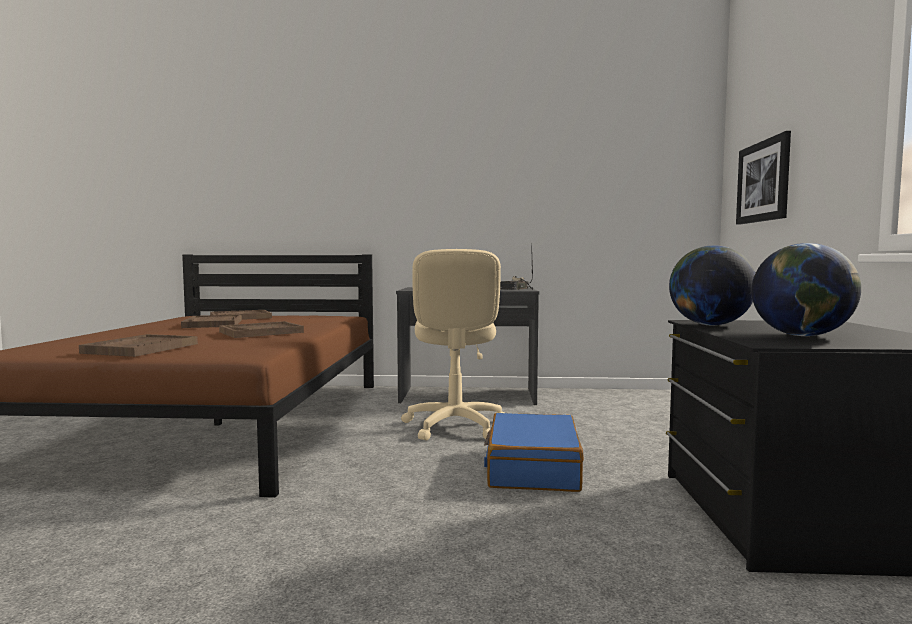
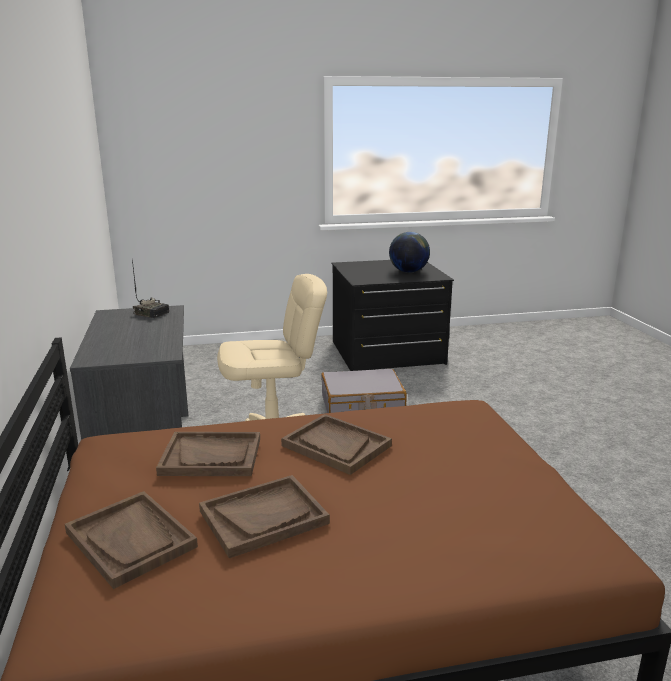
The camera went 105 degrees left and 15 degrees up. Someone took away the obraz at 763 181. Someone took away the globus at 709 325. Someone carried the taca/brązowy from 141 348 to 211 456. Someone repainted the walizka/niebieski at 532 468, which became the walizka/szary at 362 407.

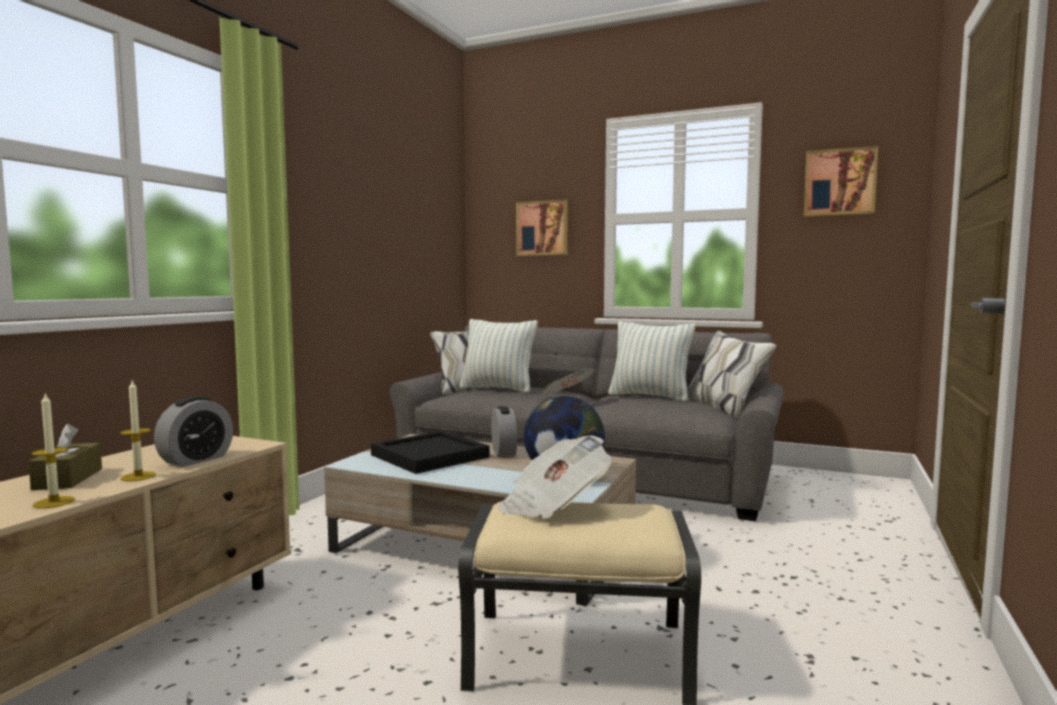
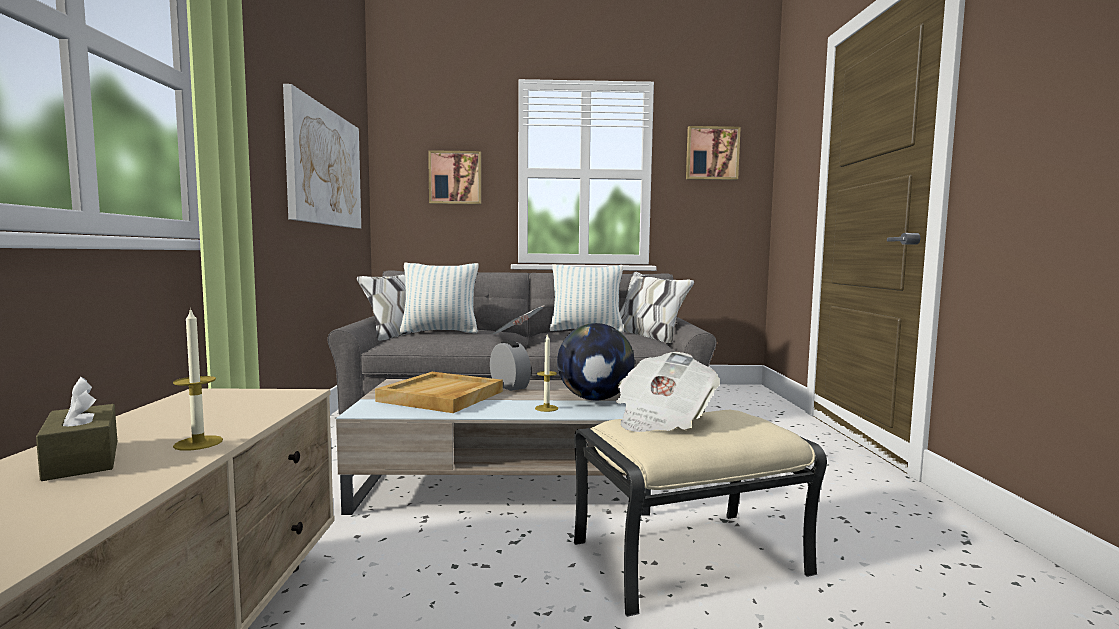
The camera went 25 degrees left and 0 degrees up. Someone carried the świeca from 54 502 to 546 408. Someone took away the budzik at 196 460. Someone repainted the taca/czarny at 429 456, which became the taca/beżowy at 441 396. Someone put up the obraz at 324 167.

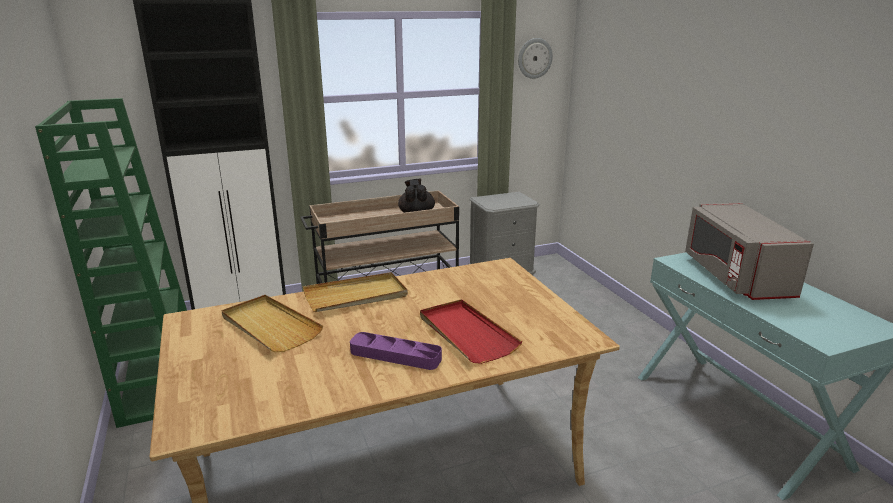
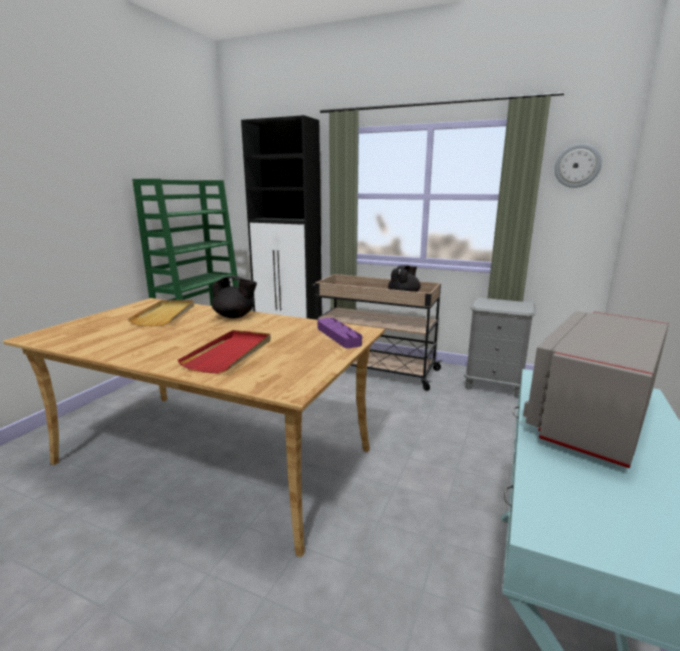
The camera went 45 degrees right and 5 degrees down. Someone swapped the taca/beżowy at 356 296 for the imbryk/czarny at 235 316. Someone carried the taca/fioletowy from 395 355 to 338 336.

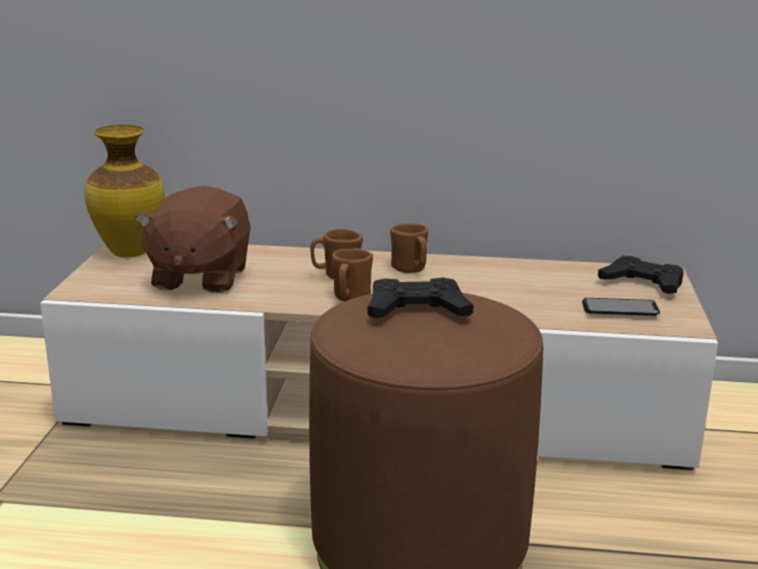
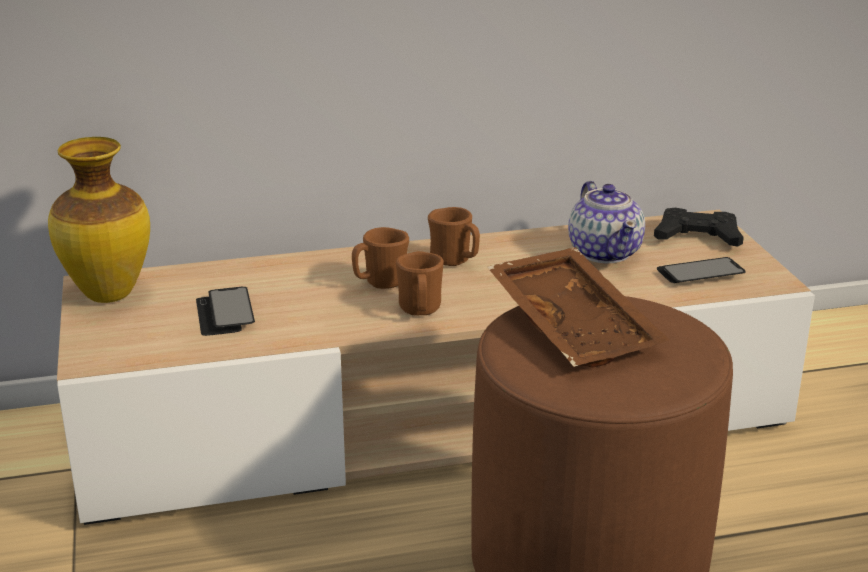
The camera went 20 degrees left and 5 degrees up. Someone swapped the pluszak/brązowy at 199 277 for the telefon at 225 314. Someone swapped the pad do gier/czarny at 417 310 for the taca/brązowy at 576 326. Someone put down the imbryk at 605 252.

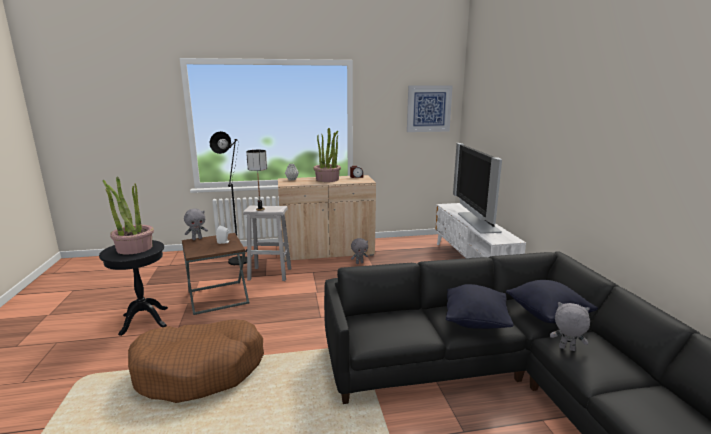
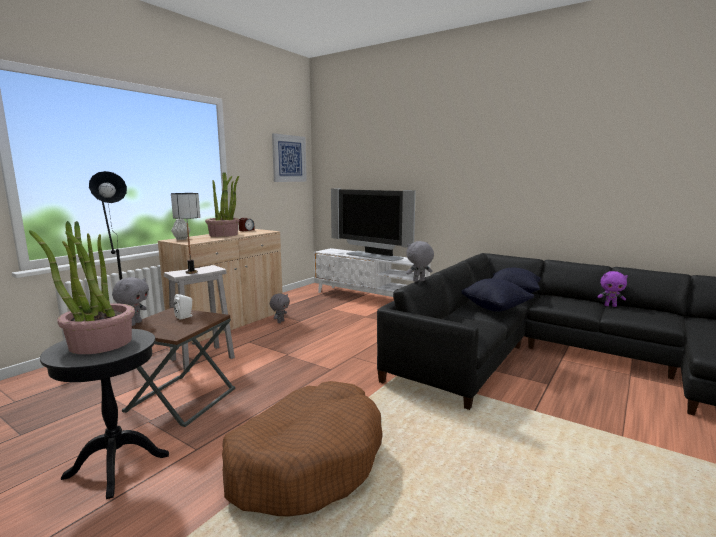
The camera went 45 degrees left and 5 degrees down. Someone carried the pluszak/szary from 566 349 to 419 281. Someone put down the pluszak/fioletowy at 610 306.

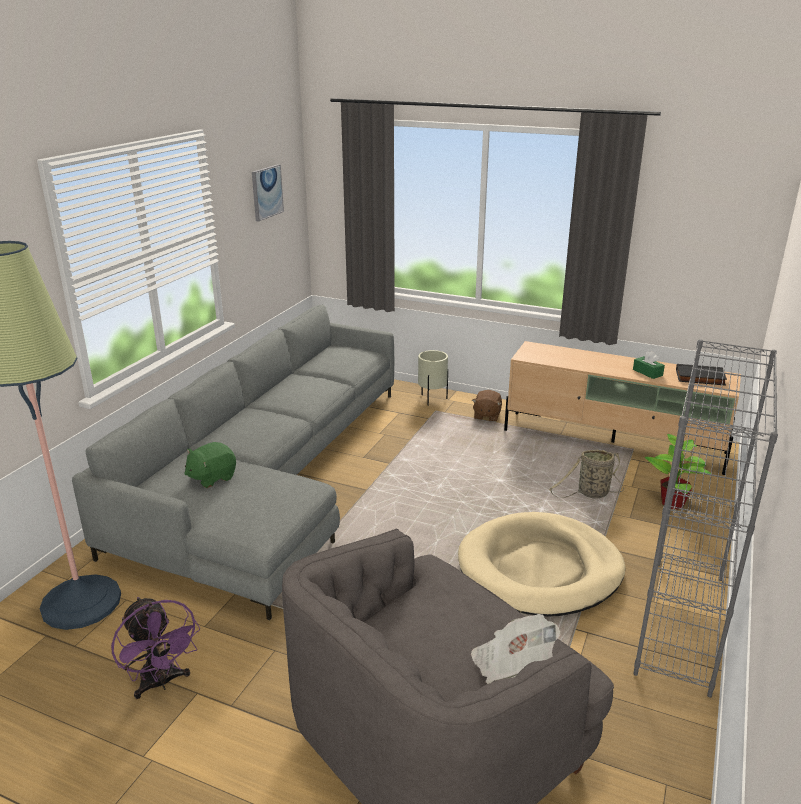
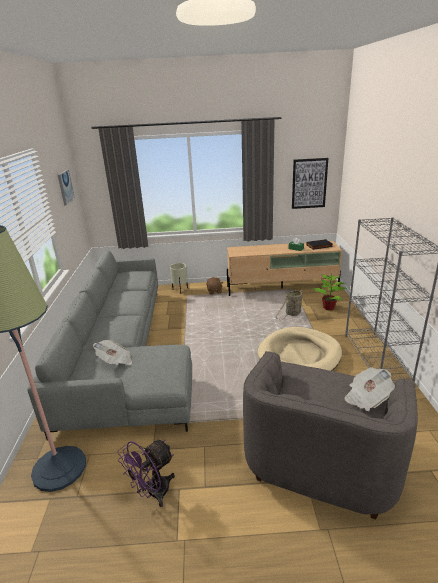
The camera went 25 degrees left and 0 degrees up. Someone swapped the pluszak/zielony at 212 477 for the gazeta at 115 361. Someone rotated the wentylator/fioletowy at 161 683 by 105 degrees clockwise. Someone put up the obraz at 309 183.

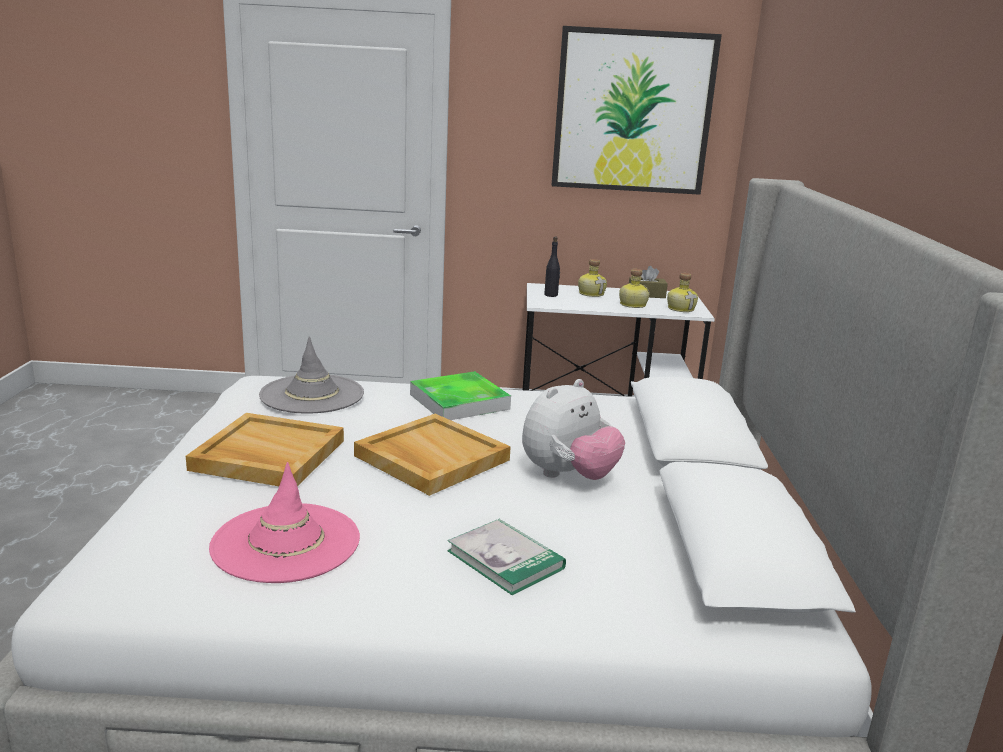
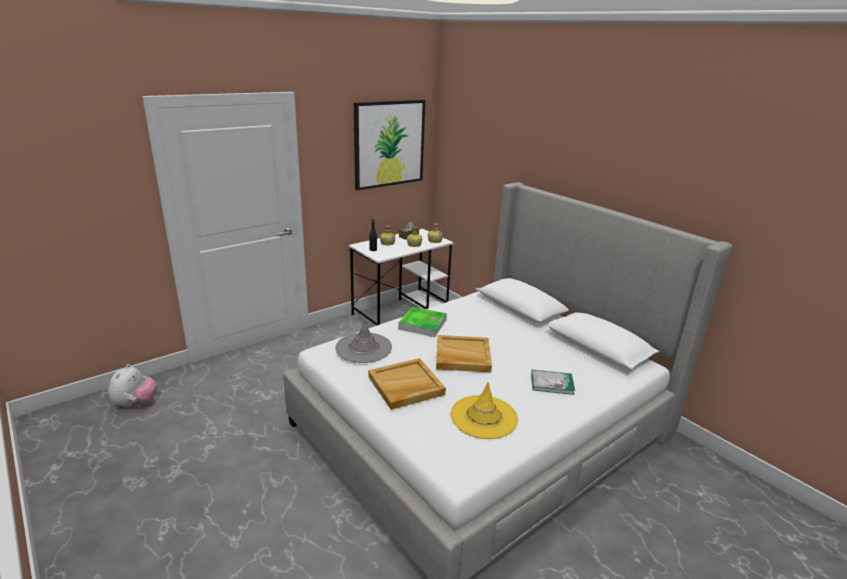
The camera went 40 degrees left and 5 degrees up. Someone carried the pluszak from 568 476 to 135 403. Someone repainted the kapelusz/różowy at 285 543, which became the kapelusz/żółty at 483 417.

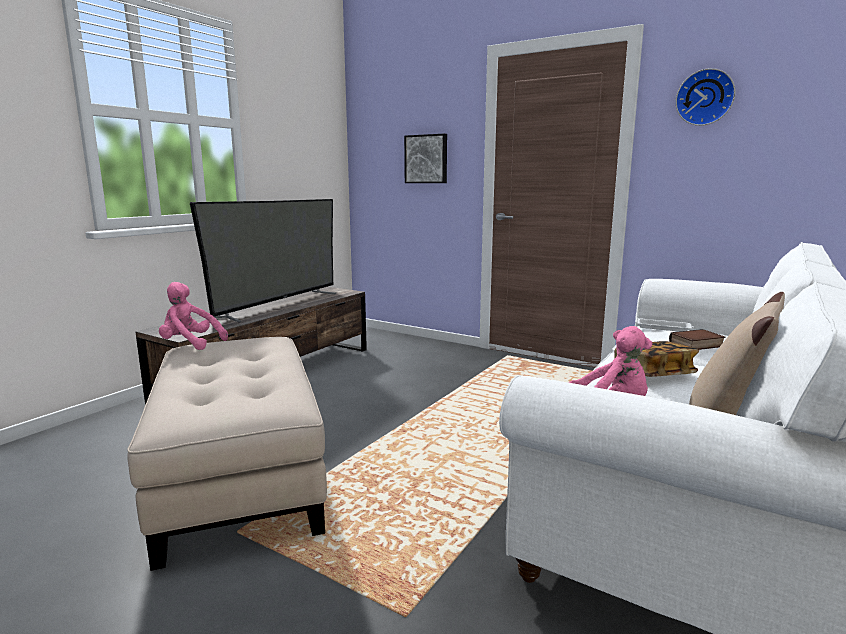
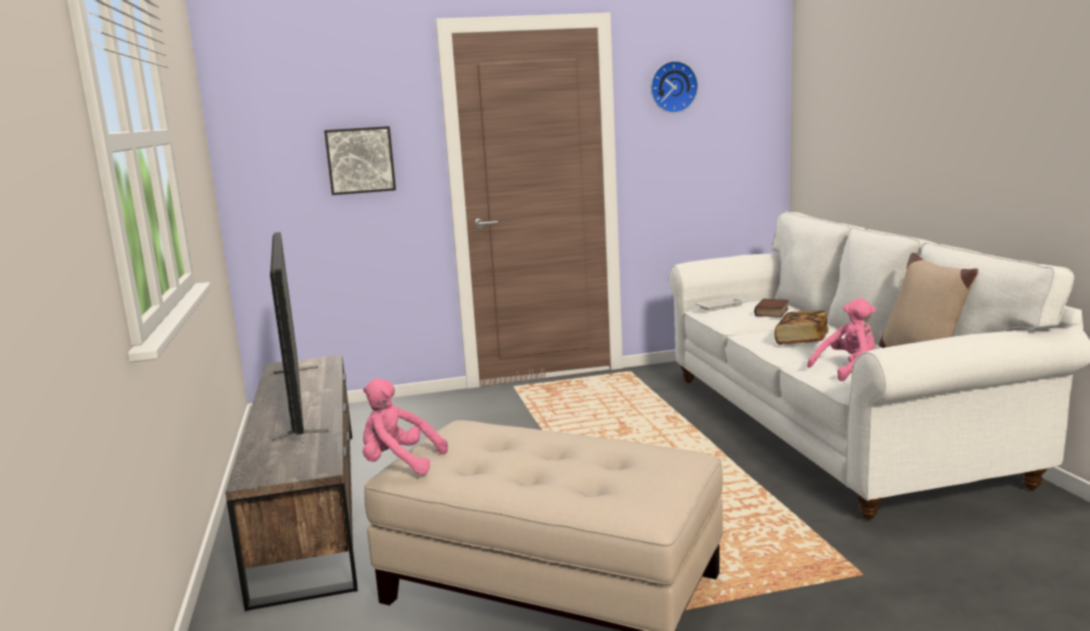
The camera went 45 degrees left and 0 degrees up. Someone rotated the pluszak/różowy at 190 344 by 45 degrees clockwise.

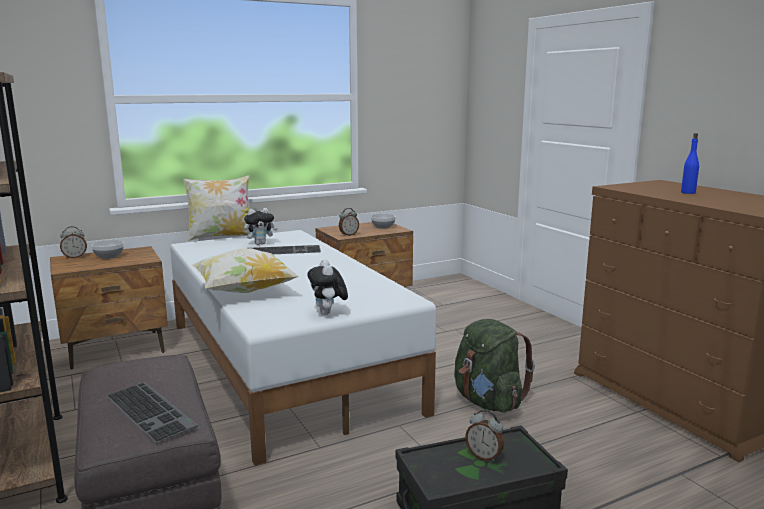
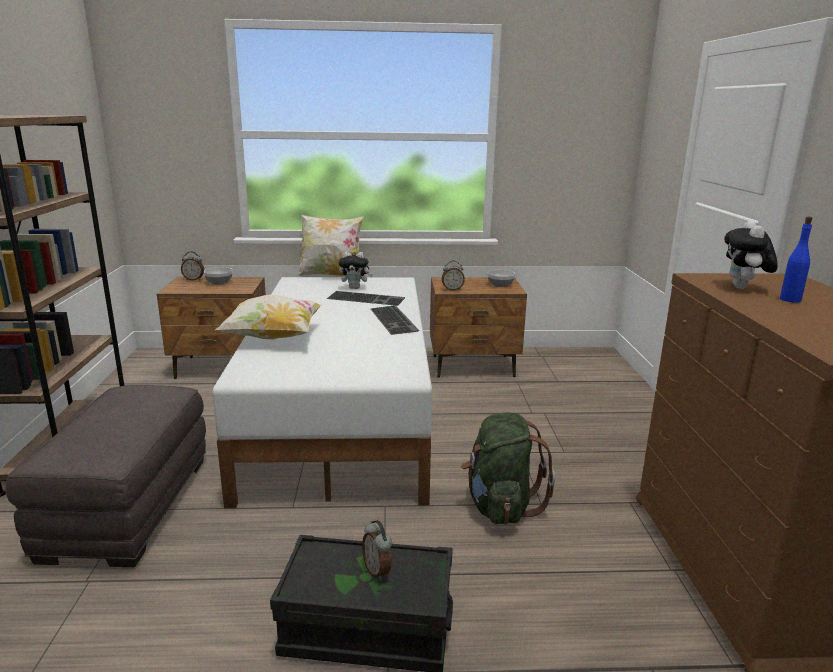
The camera went 25 degrees right and 5 degrees up. Someone carried the pluszak from 328 313 to 743 288. Someone carried the klawiatura from 152 410 to 395 320.

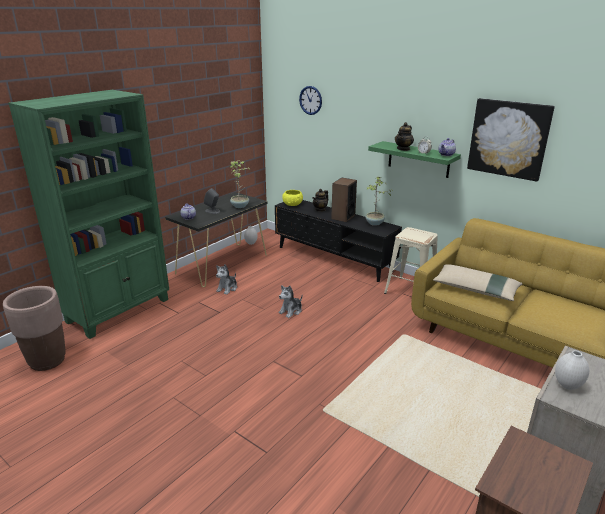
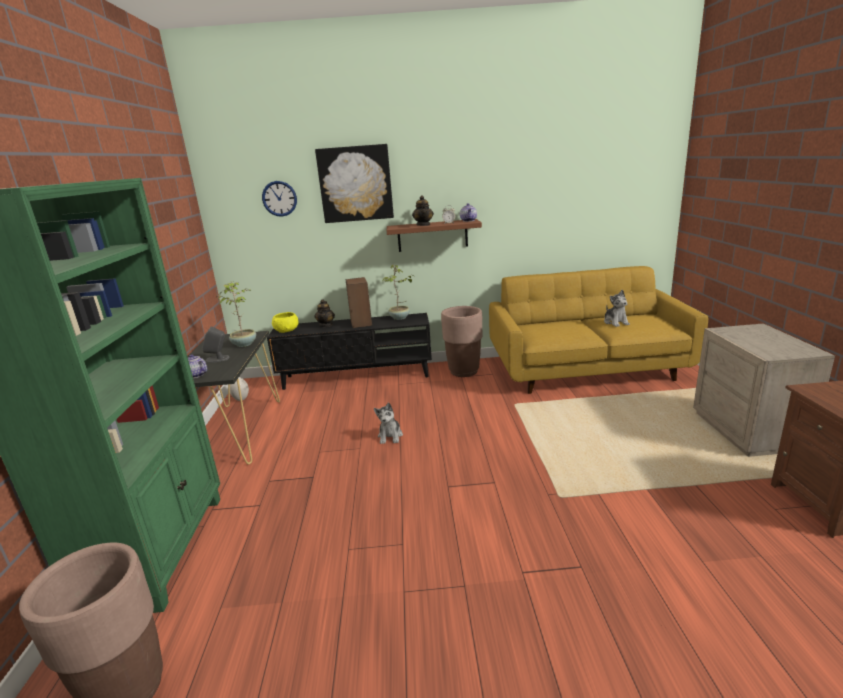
The camera went 40 degrees left and 5 degrees down. Someone carried the obraz from 508 139 to 355 184. Someone repainted the półka/zielony at 418 159, which became the półka/brązowy at 432 235. Someone swapped the stołek/beżowy at 410 290 for the donica/brązowy at 464 371. Someone carried the pluszak from 227 288 to 615 322. Someone took away the poduszka/beżowy at 475 289. Someone took away the wazon/biały at 567 385.

